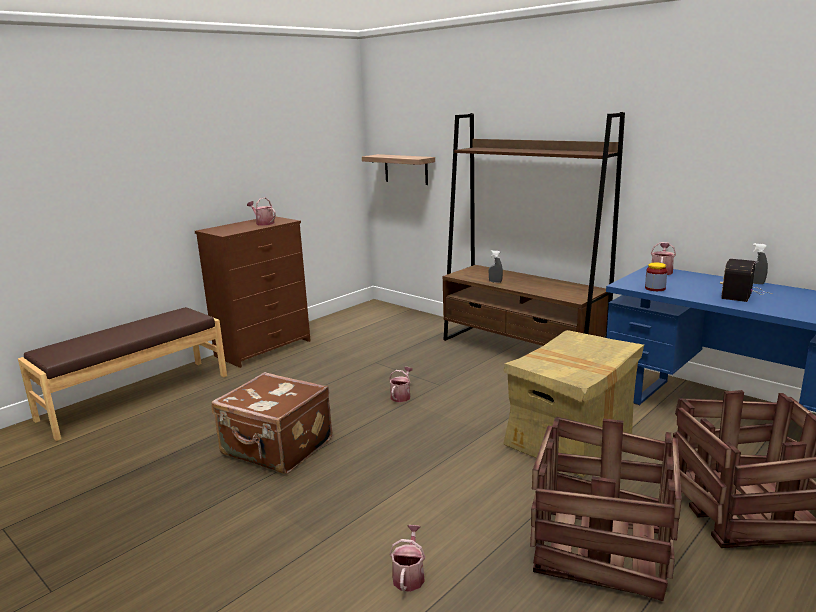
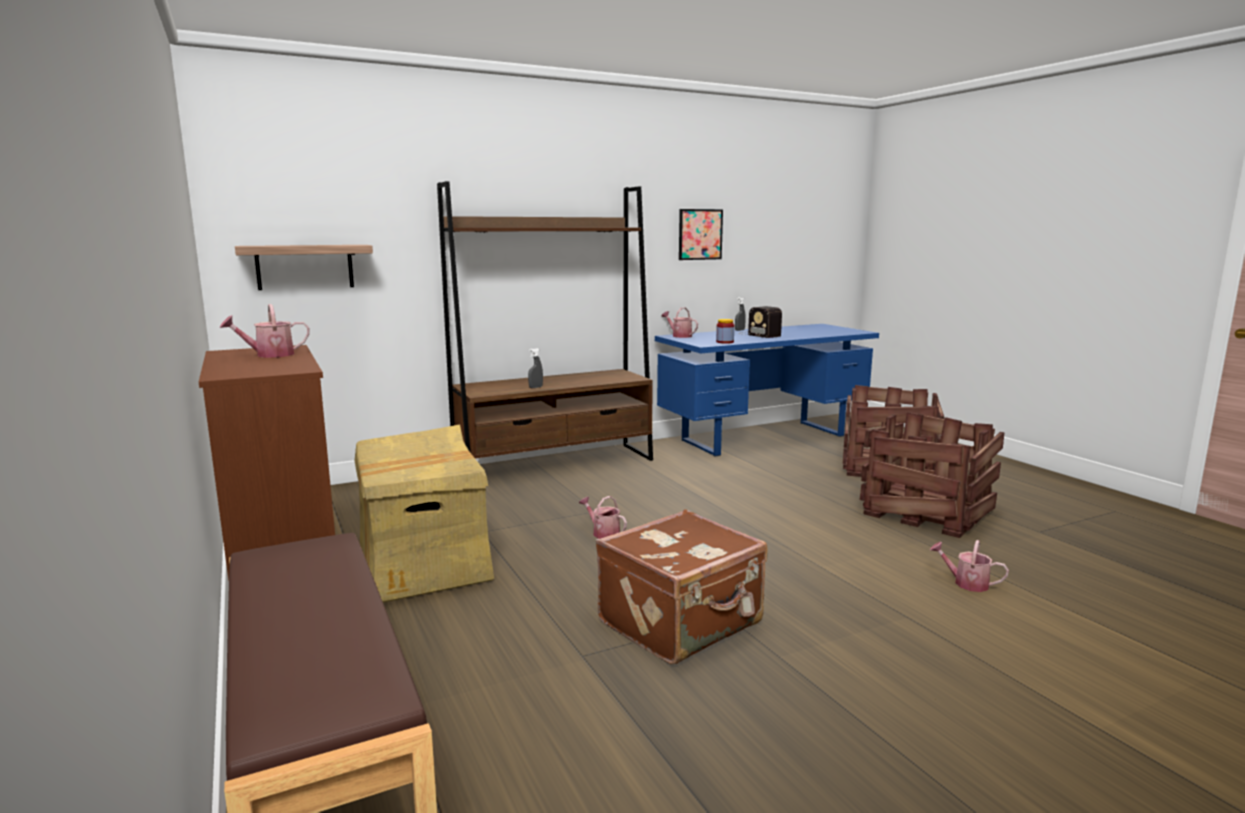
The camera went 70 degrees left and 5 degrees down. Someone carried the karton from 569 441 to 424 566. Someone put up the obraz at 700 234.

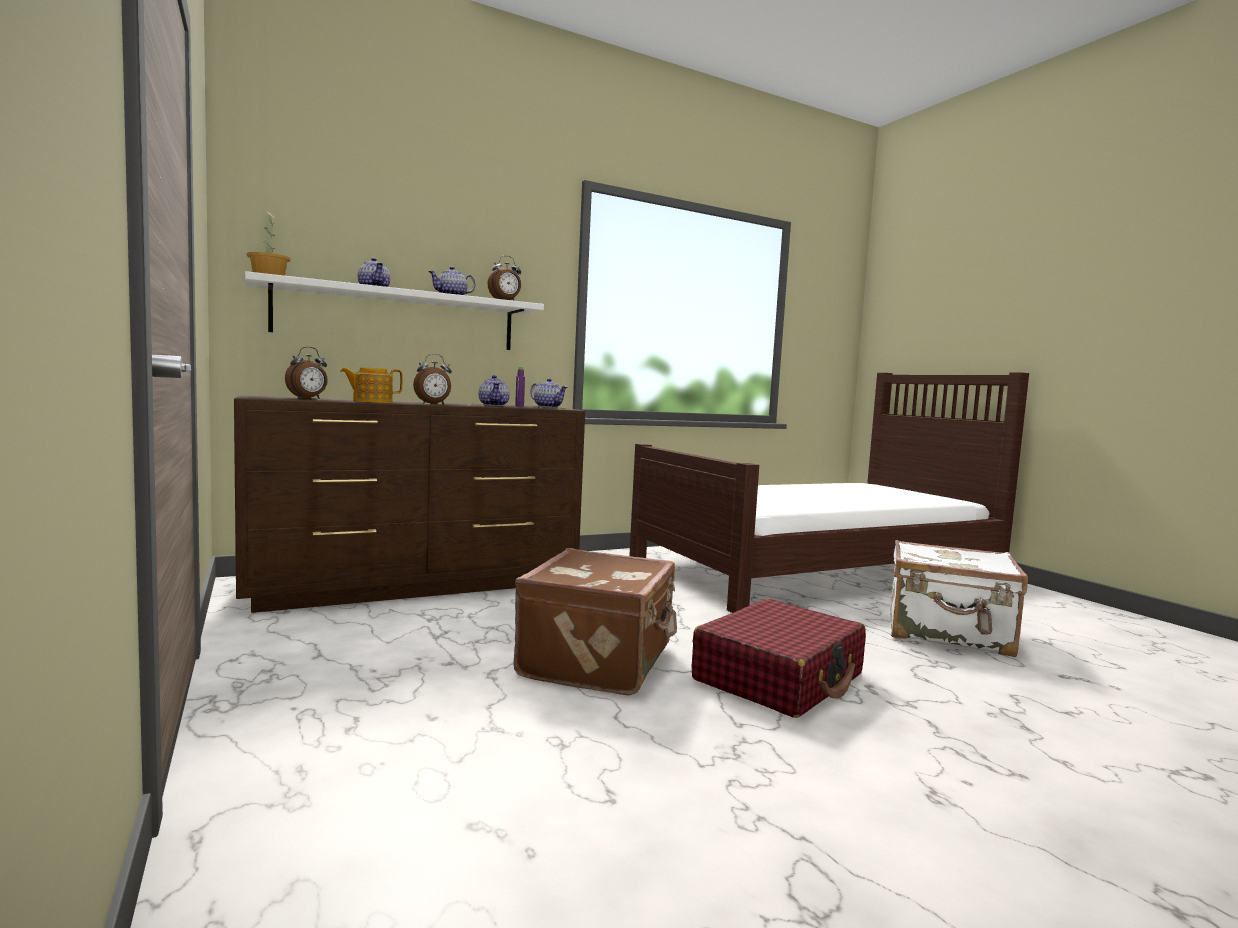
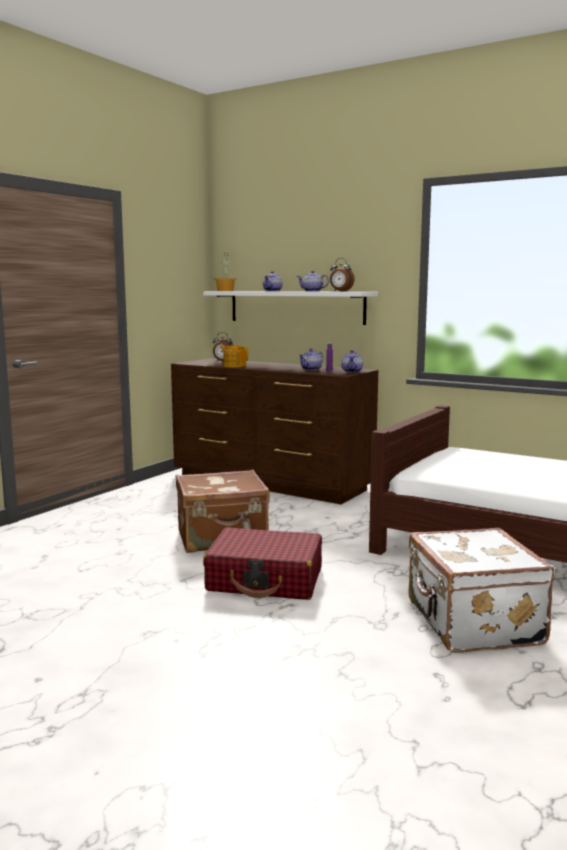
The camera went 60 degrees right and 5 degrees up. Someone took away the budzik at 433 404.

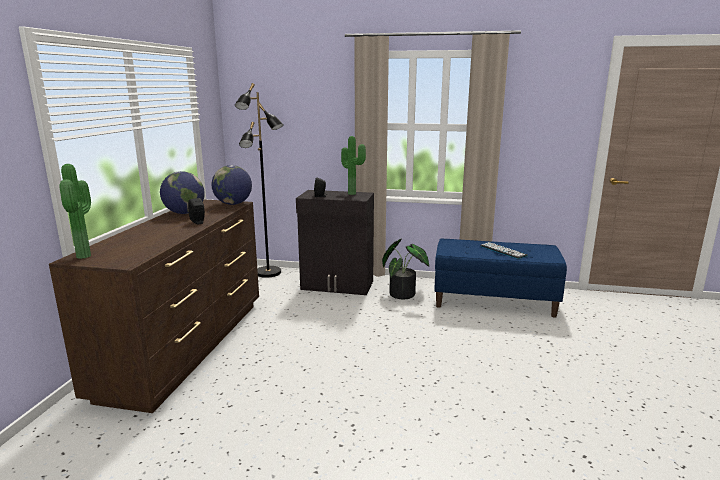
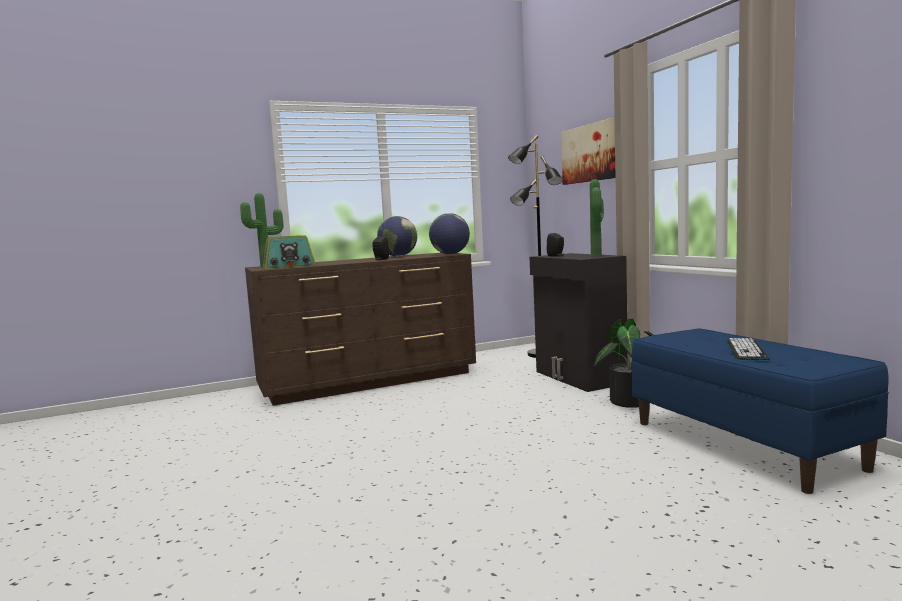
The camera went 55 degrees right and 10 degrees down. Someone put up the obraz at 590 153. Someone put down the radio at 289 266.

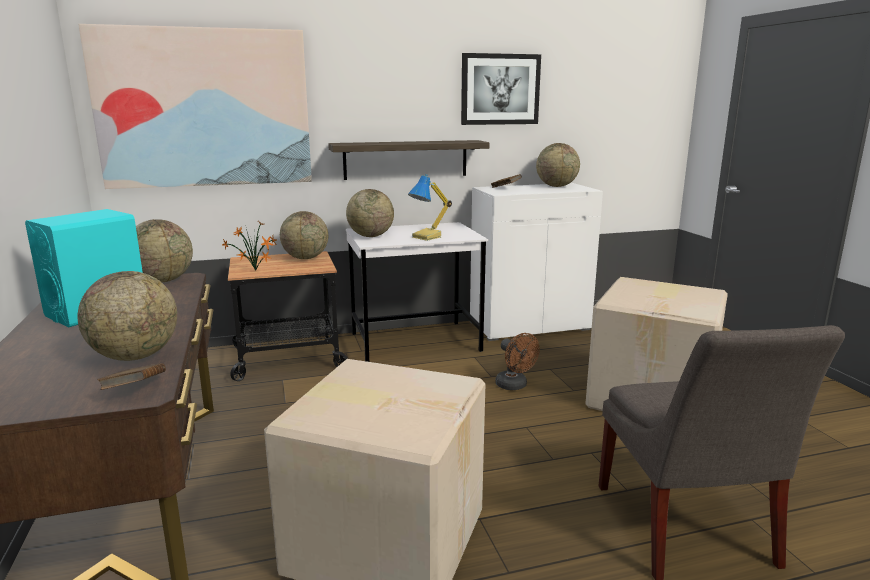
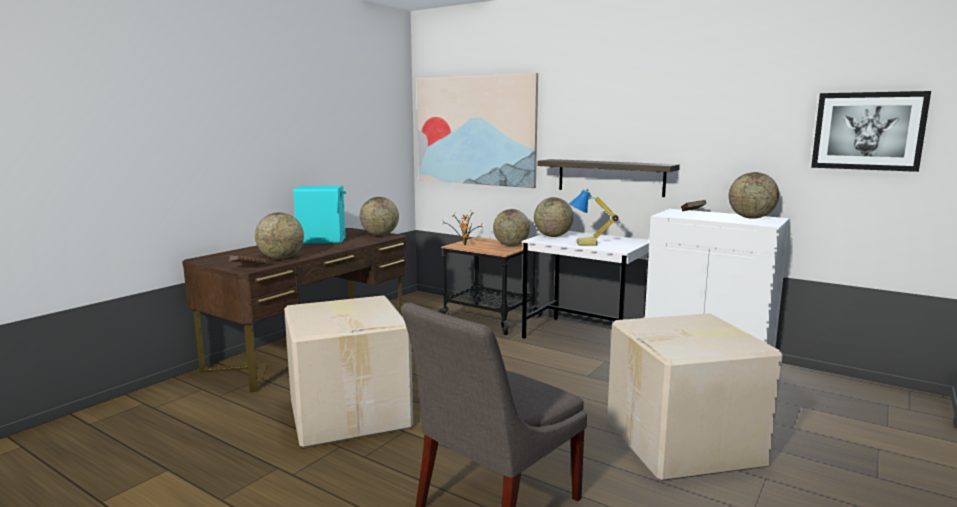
The camera went 50 degrees right and 5 degrees down. Someone carried the obraz from 500 89 to 868 131. Someone took away the wentylator/brązowy at 514 386.

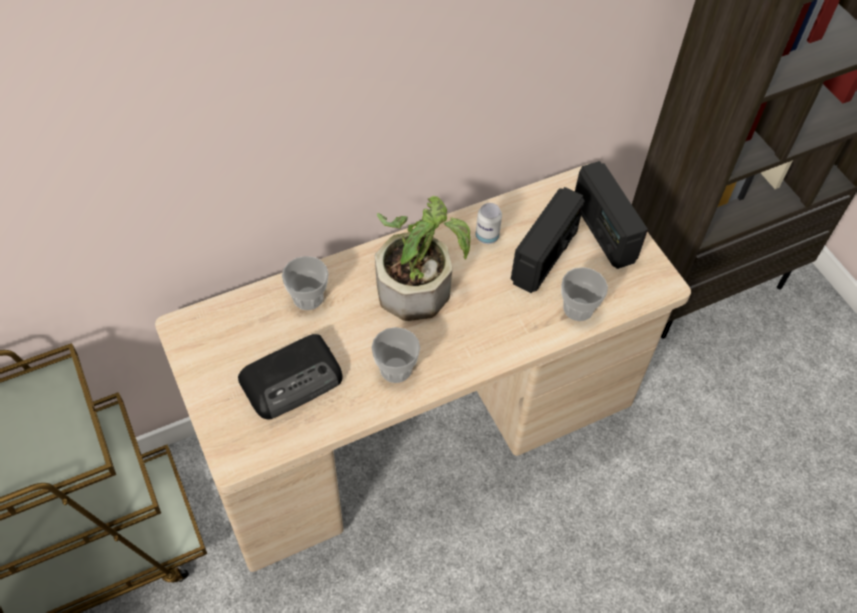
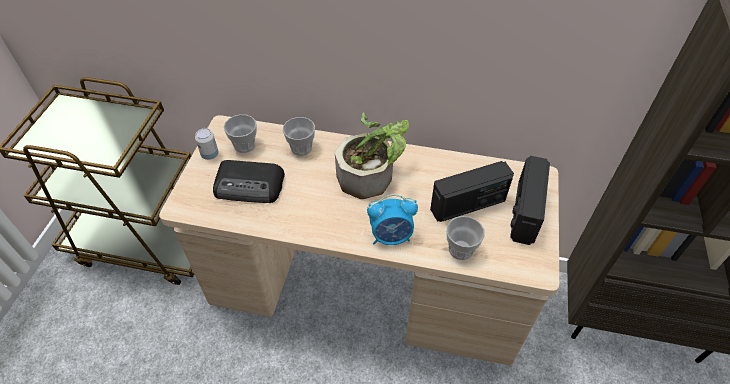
The camera went 40 degrees right and 5 degrees down. Someone carried the puszka from 487 236 to 210 155. Someone carried the filiżanka from 395 369 to 245 145. Someone put down the budzik at 391 236.

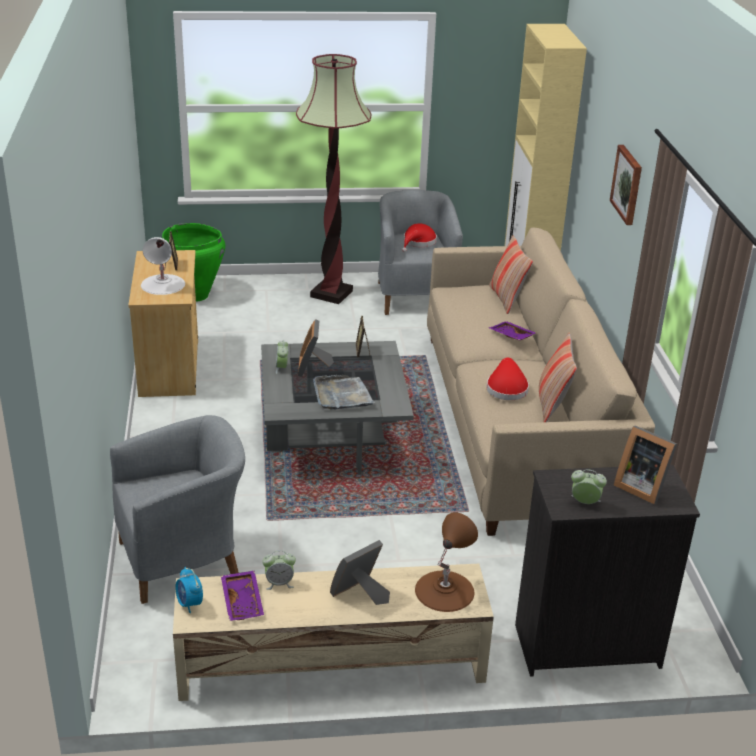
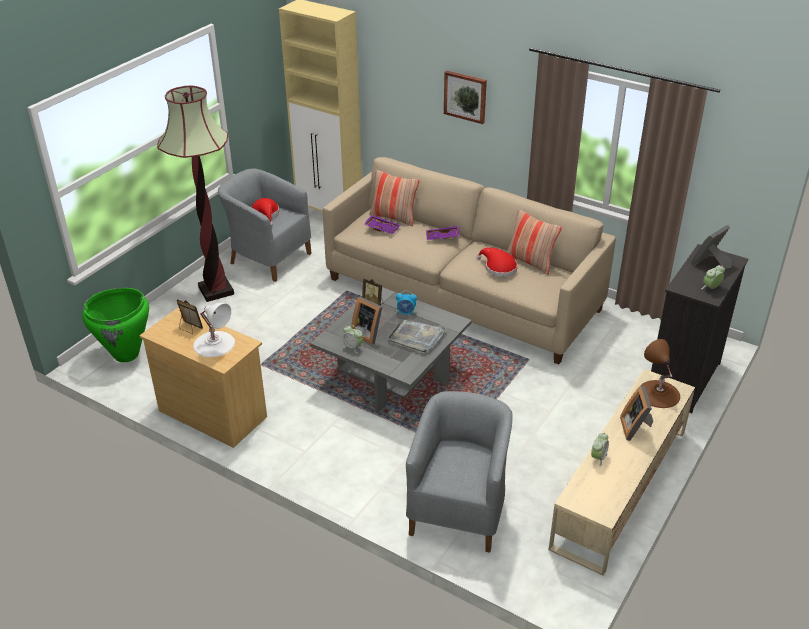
The camera went 50 degrees left and 5 degrees up. Someone rotated the ramka na zdjęcie at 641 486 by 150 degrees clockwise. Someone carried the budzik from 189 604 to 406 313. Someone carried the taca/fioletowy from 243 601 to 382 228.

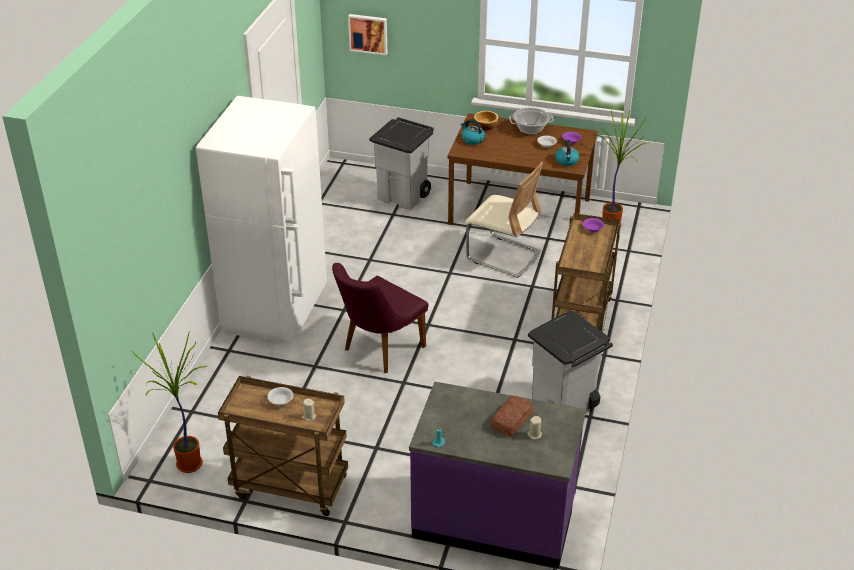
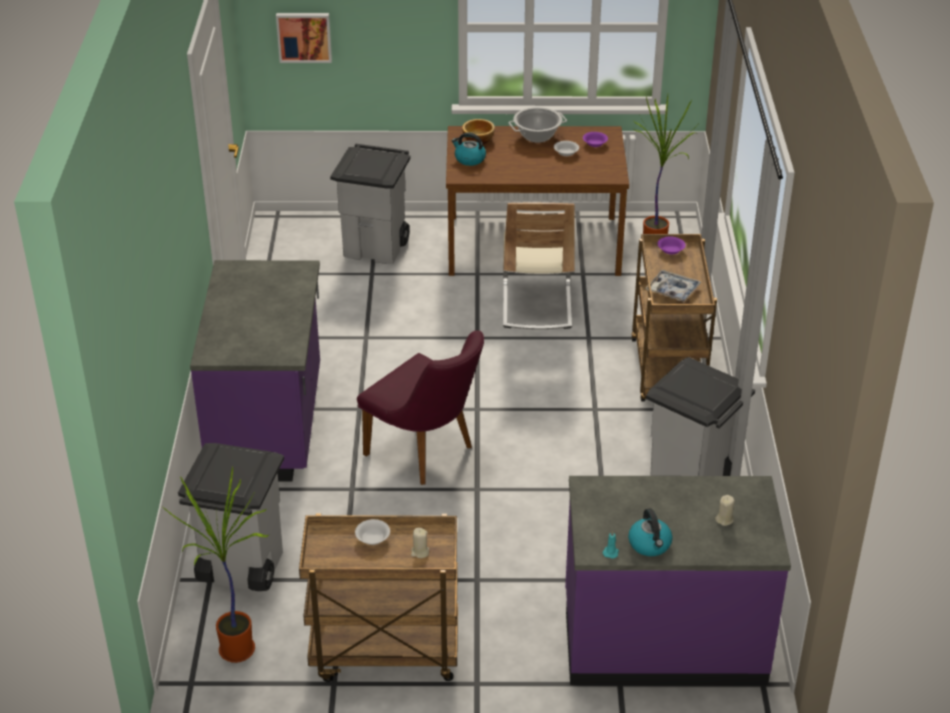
The camera went 15 degrees left and 0 degrees up. Someone swapped the lodówka/biały at 276 311 for the zabudowa kuchenna/fioletowy at 269 425. Someone carried the czajnik from 567 161 to 650 545. Someone rotated the krzesło/beżowy at 503 256 by 75 degrees clockwise. Someone rotated the krzesło/fioletowy at 378 350 by 75 degrees counterclockwise. Someone took away the chleb at 513 420. Someone put down the taca at 672 290. Someone put down the kosz na śmieci/szary at 240 569.

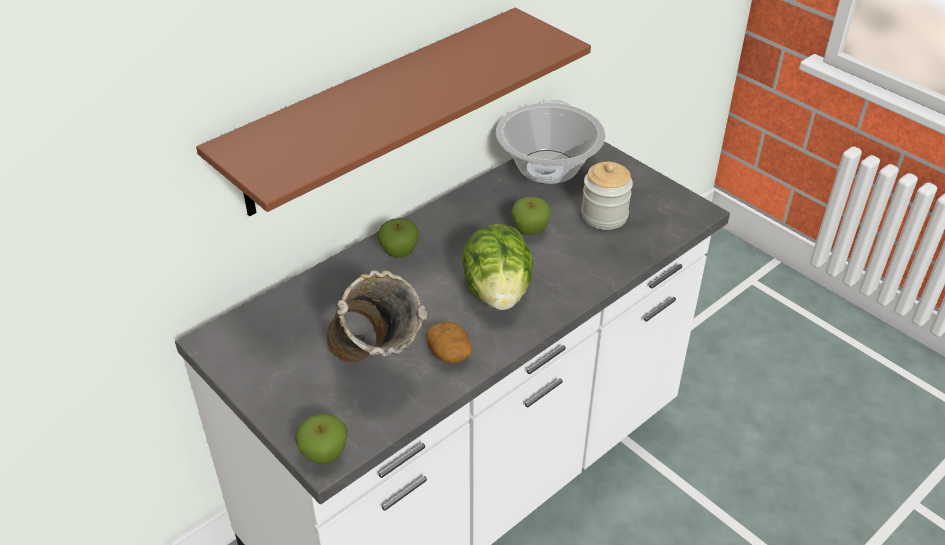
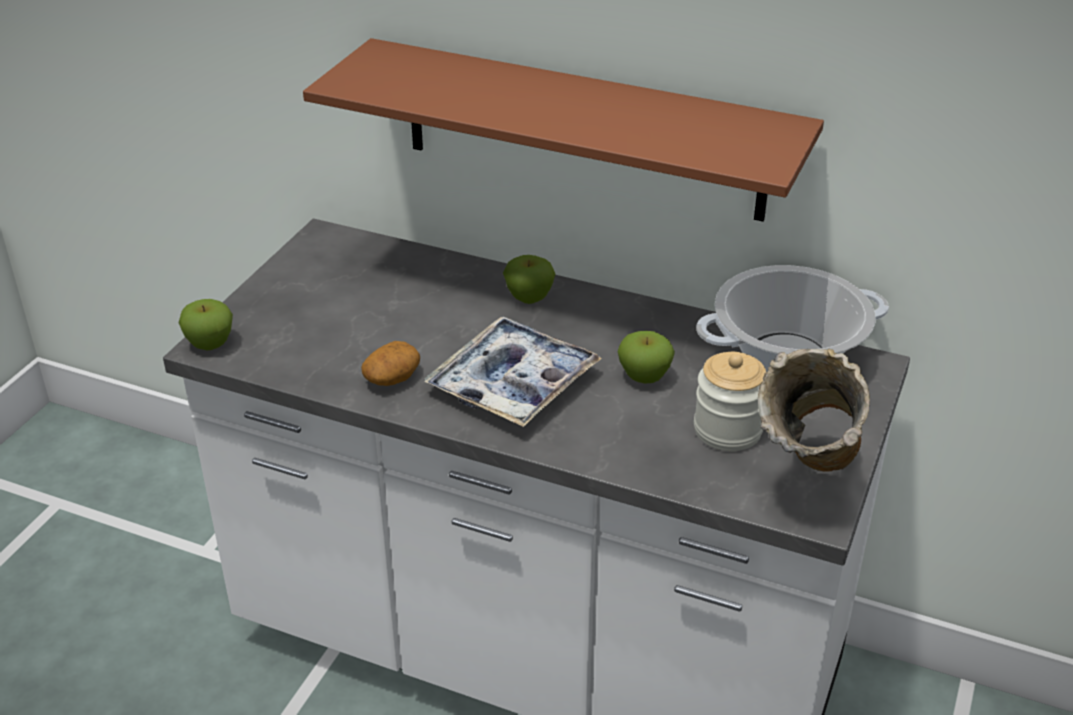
The camera went 65 degrees right and 5 degrees down. Someone swapped the sałata at 497 292 for the taca at 513 384. Someone carried the wazon/beżowy from 375 373 to 806 488.

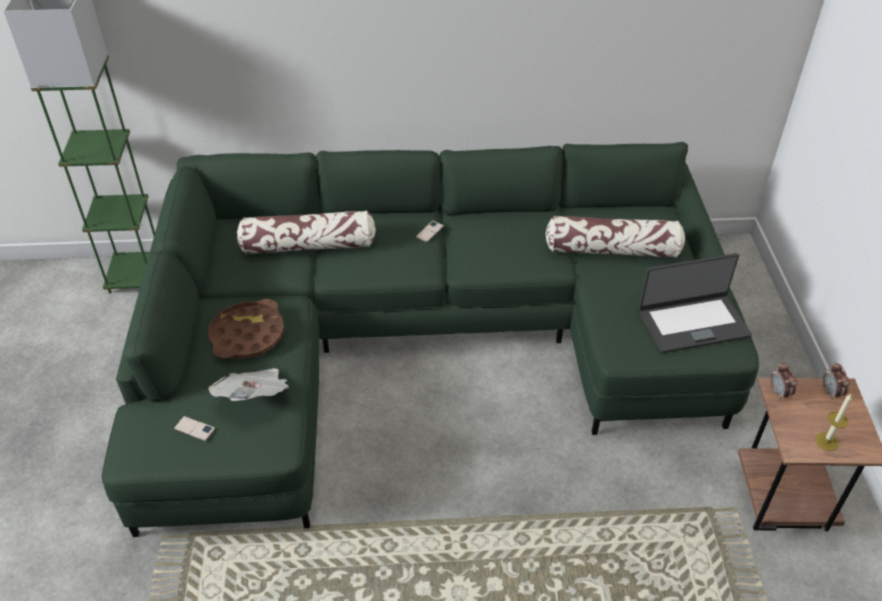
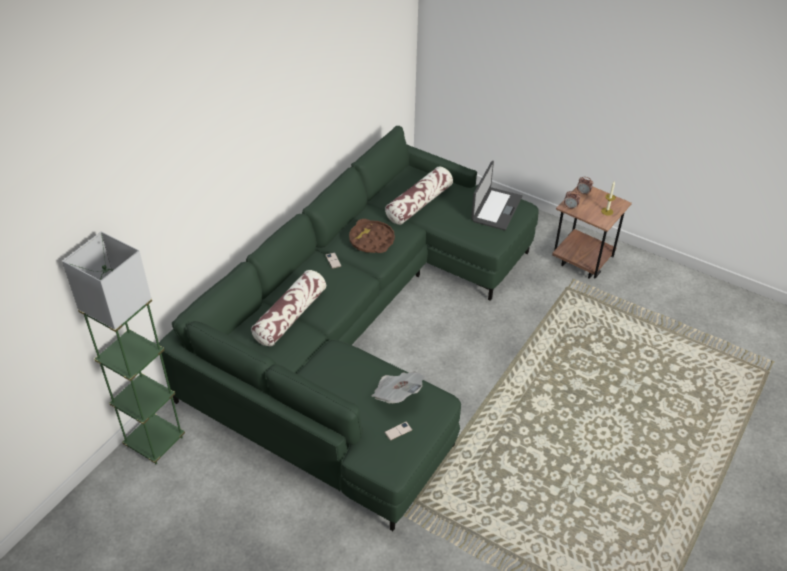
The camera went 55 degrees left and 0 degrees up. Someone carried the taca/brązowy from 247 335 to 371 240.

